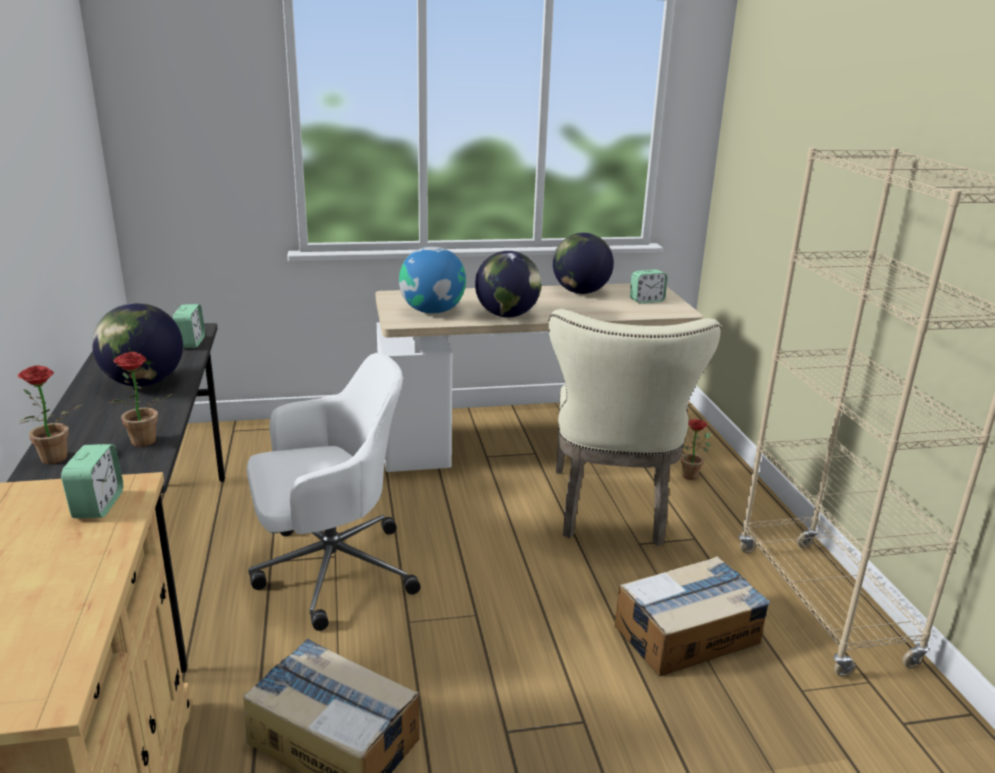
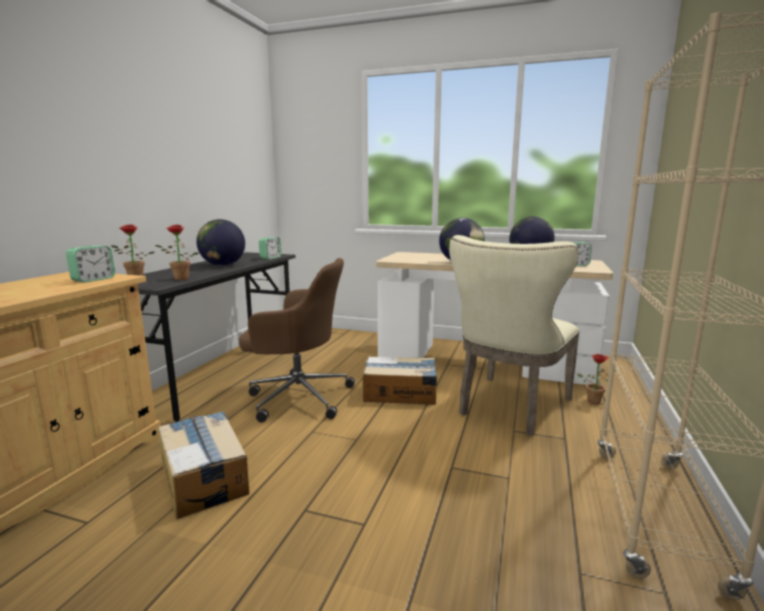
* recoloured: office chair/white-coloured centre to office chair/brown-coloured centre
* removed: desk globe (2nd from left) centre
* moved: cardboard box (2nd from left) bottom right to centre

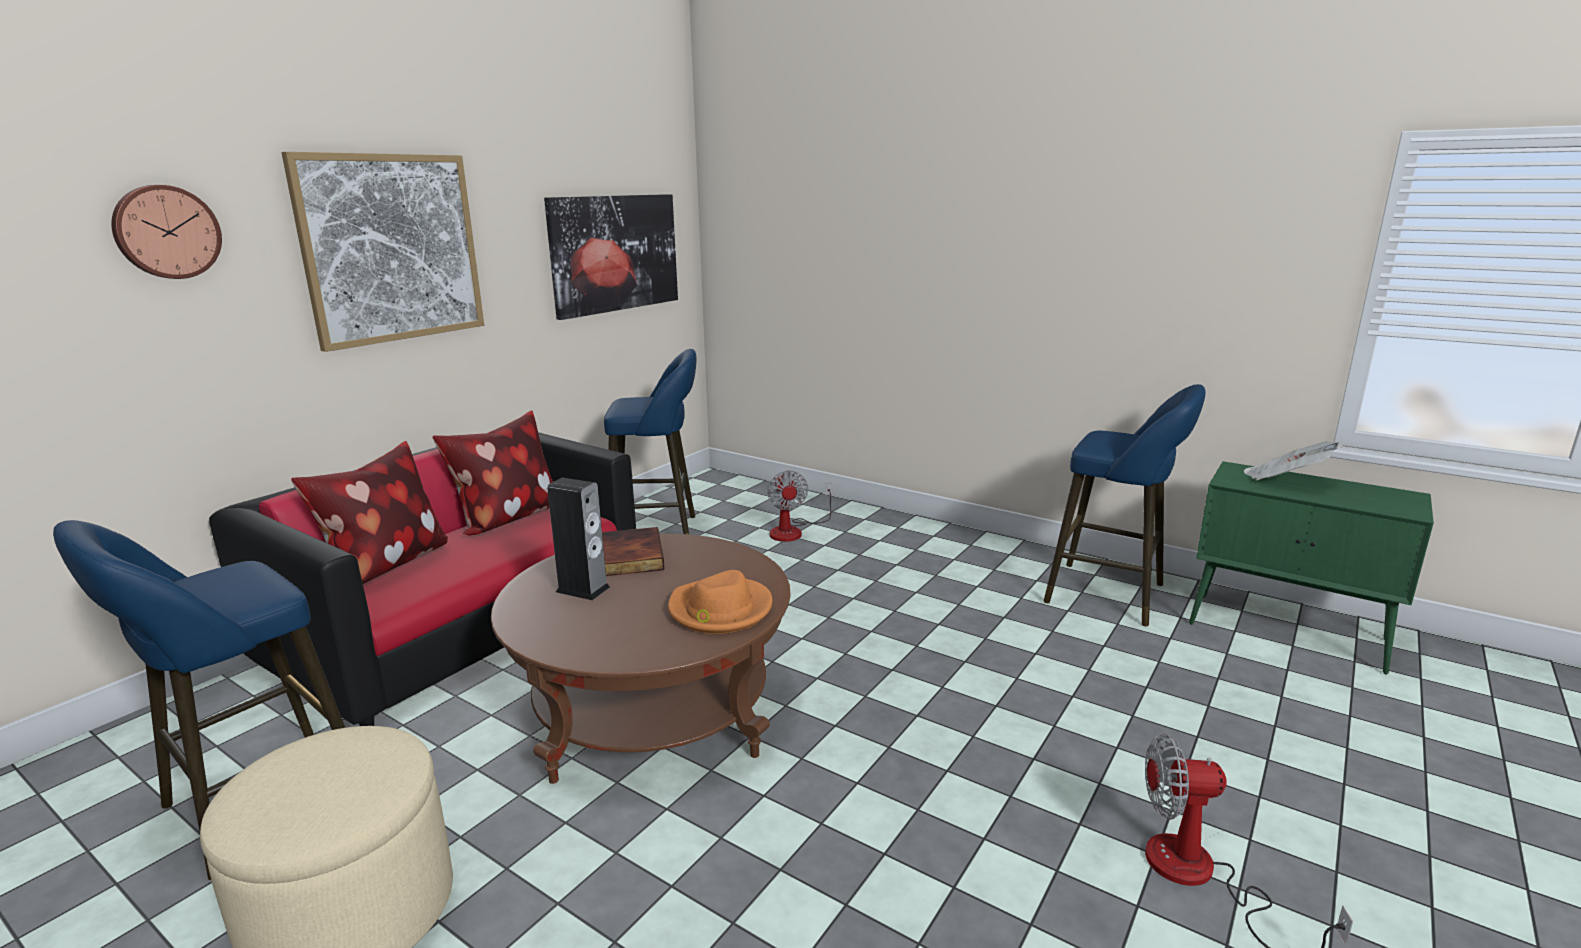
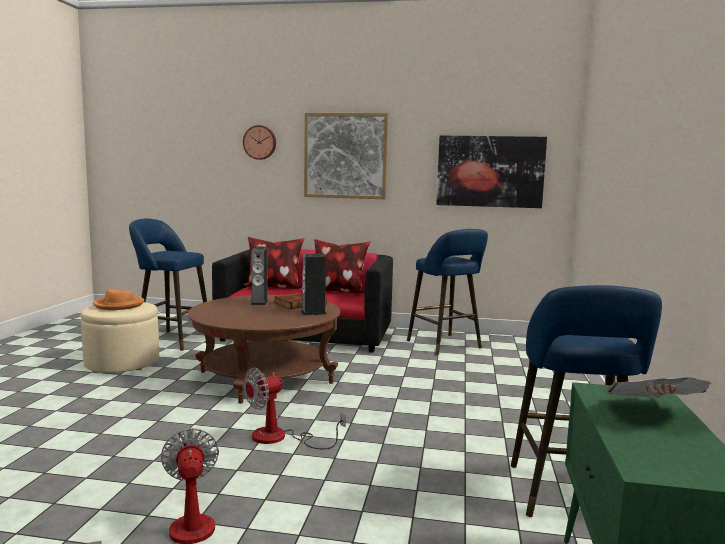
* moved: clothing hat/orange centre to middle left
* moved: cooling fan (1st from left in the first image) centre to cooling fan (2nd from left) bottom centre
* added: speaker (2nd from left) centre

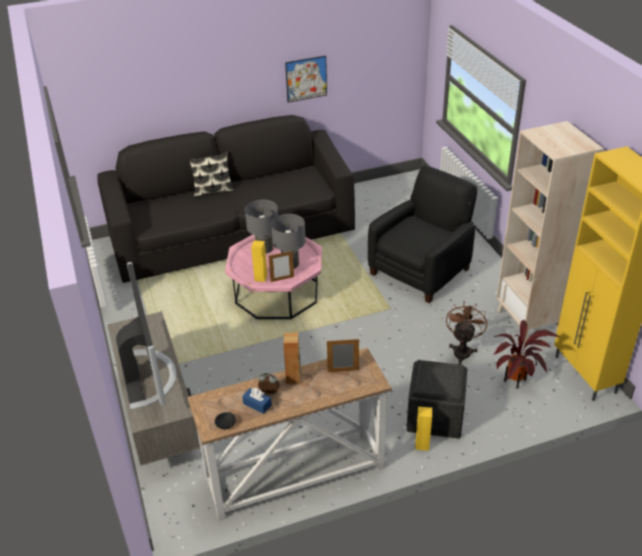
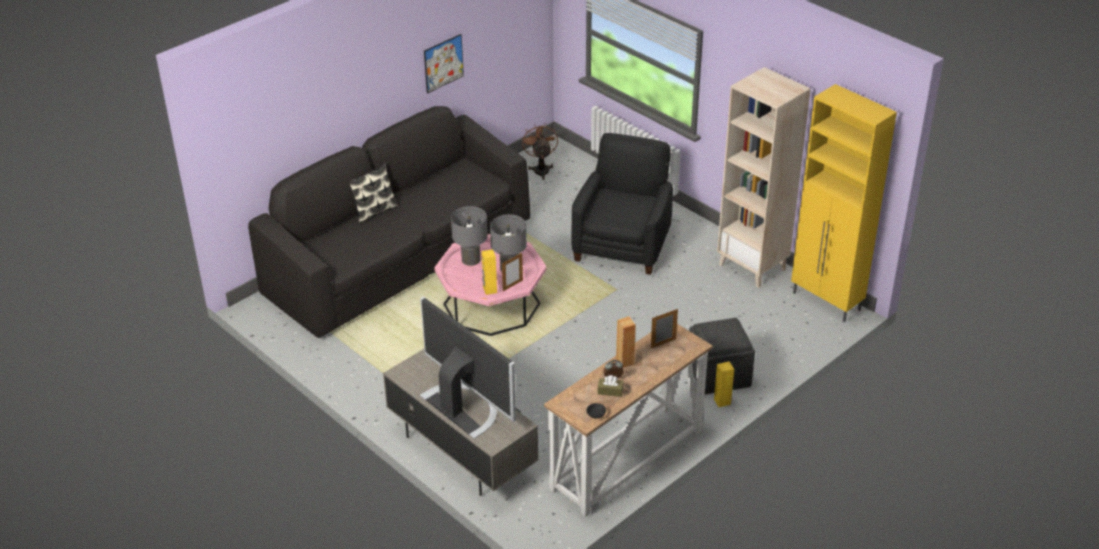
* recoloured: tissue holder/blue-coloured bottom centre to tissue holder/brown-coloured bottom centre
* moved: cooling fan/brown-coloured middle right to top centre
* removed: plant in a pot middle right

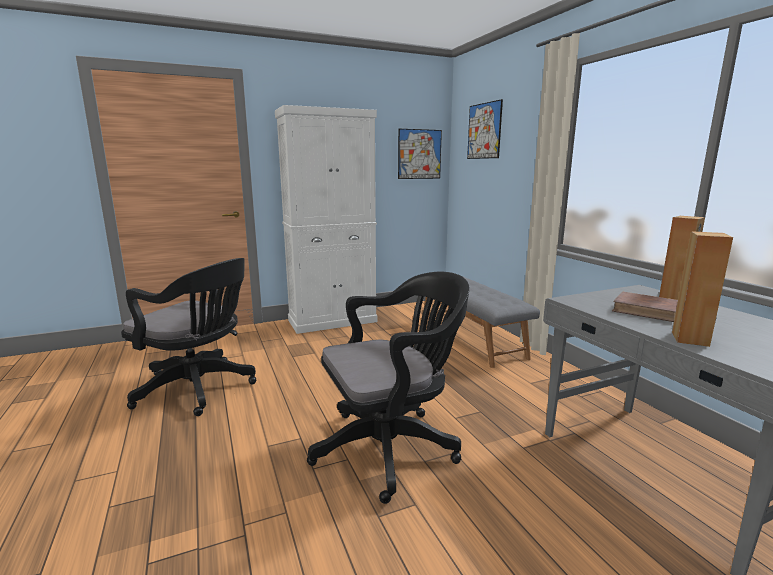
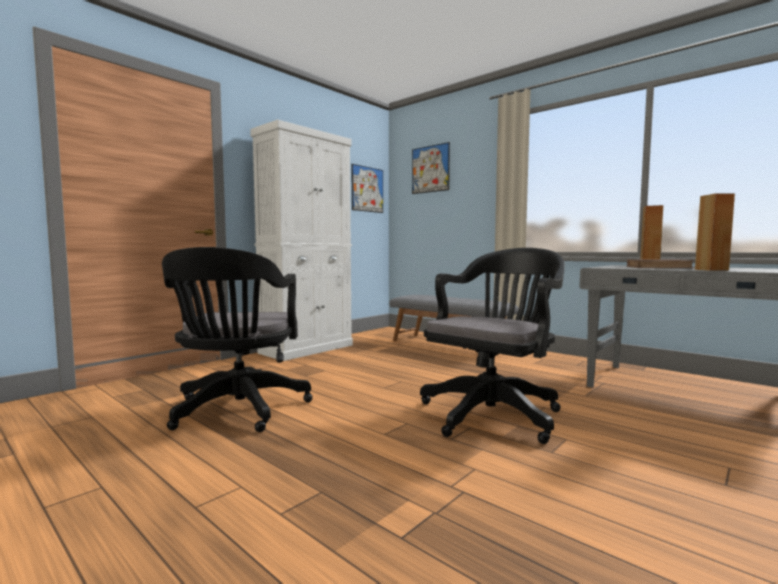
* turned: office chair/black-coloured (1st from left) middle left = middle left 90 degrees clockwise

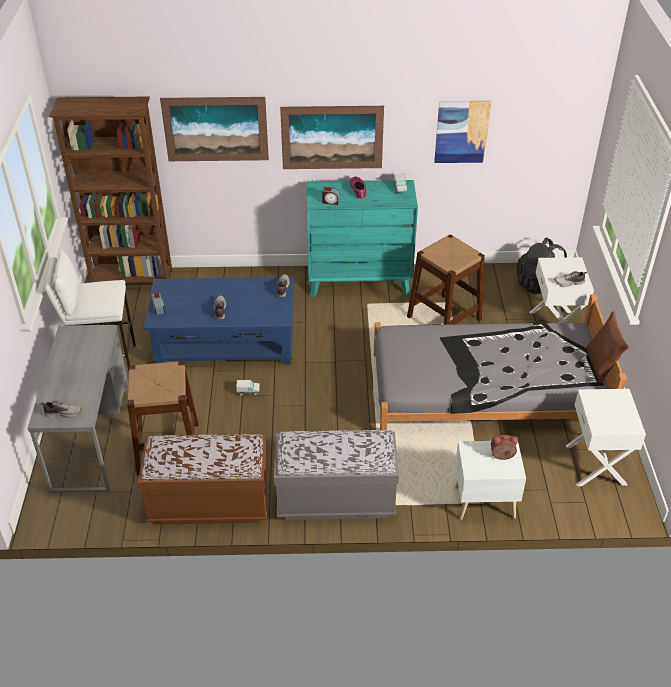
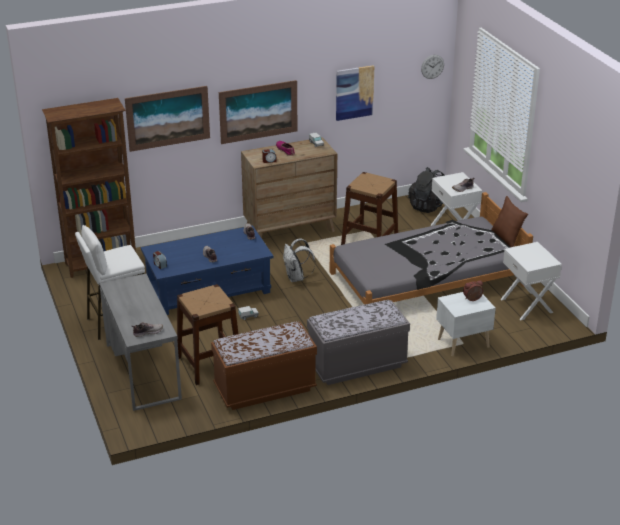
* recoloured: dresser/turquoise-coloured centre to dresser/brown-coloured centre
* added: backpack/white-coloured centre
* added: wall clock top right

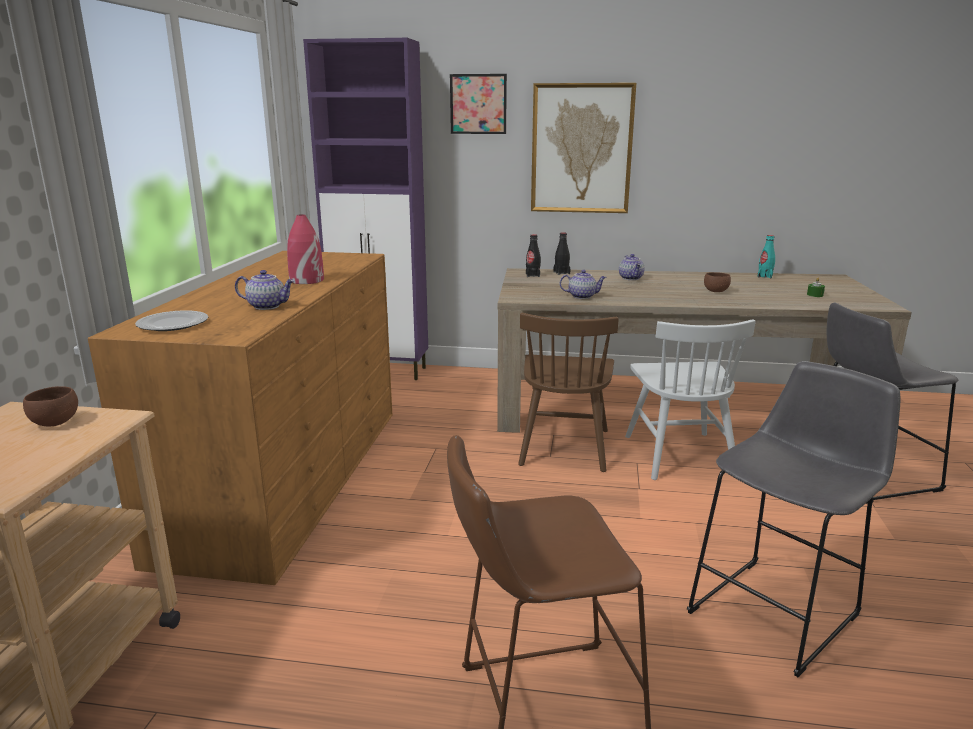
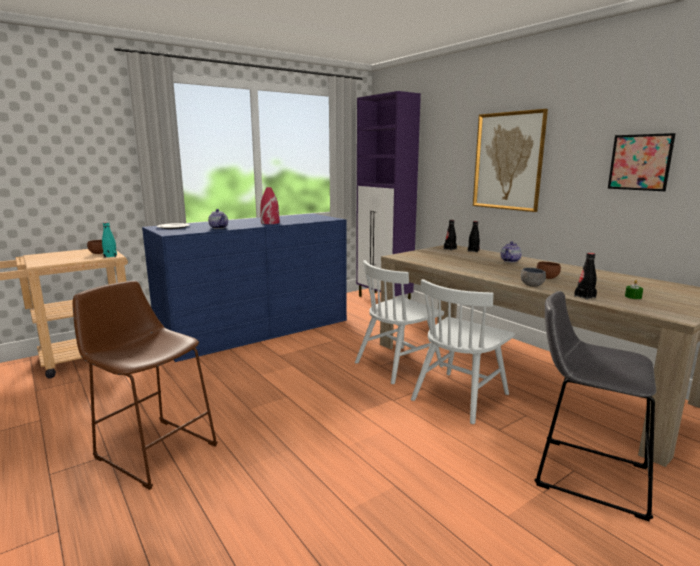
* recoloured: dresser/brown-coloured middle left to dresser/blue-coloured centre
* moved: wall picture (1st from left in the first image) top centre to wall picture (2nd from left) top right
* recoloured: plain chair/brown-coloured centre to plain chair/white-coloured (1st from left) centre
* removed: teapot (2nd from left) centre
* removed: stool/grey (1st from left) bottom right
* moved: beverage bottle/turquoise-coloured middle right to middle left
* added: deep dish/grey middle right
* added: beverage bottle/black-coloured (3rd from left) middle right

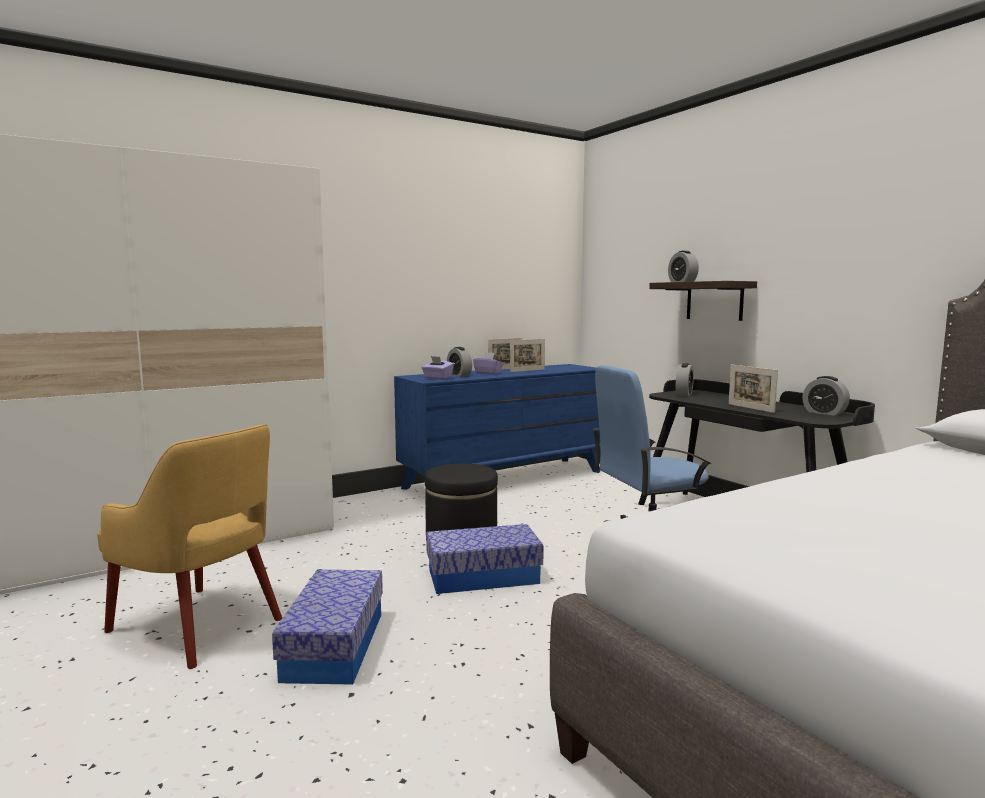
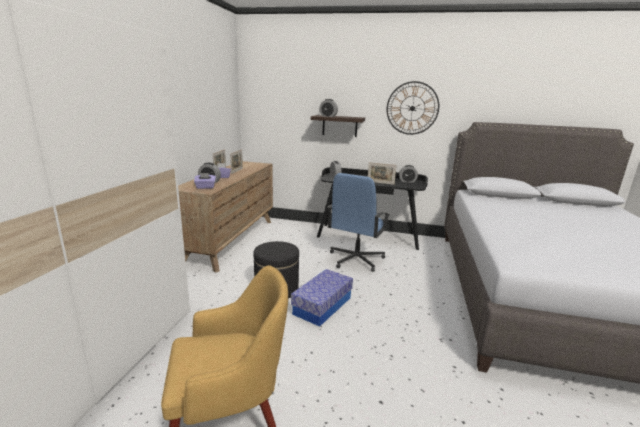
* removed: storage box (1st from left) bottom left
* recoloured: dresser/blue-coloured centre to dresser/brown-coloured centre
* added: wall clock top centre

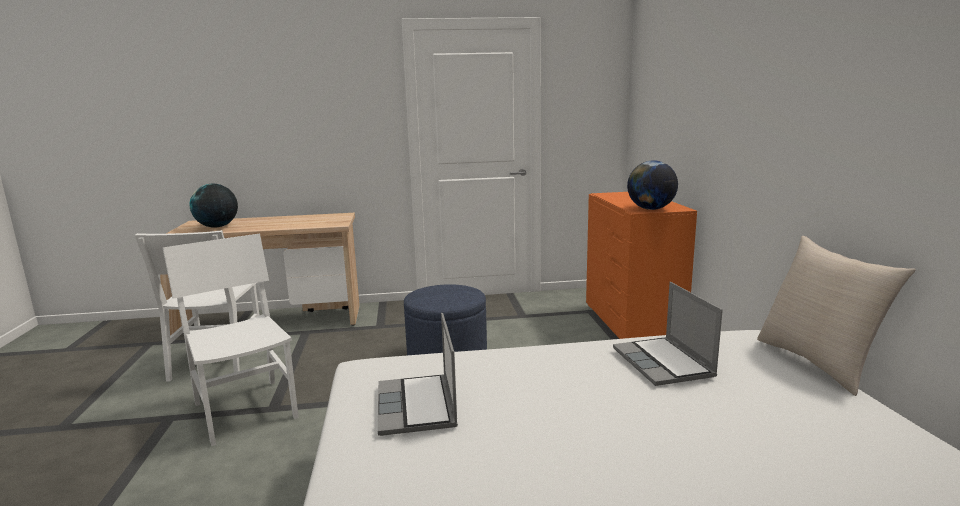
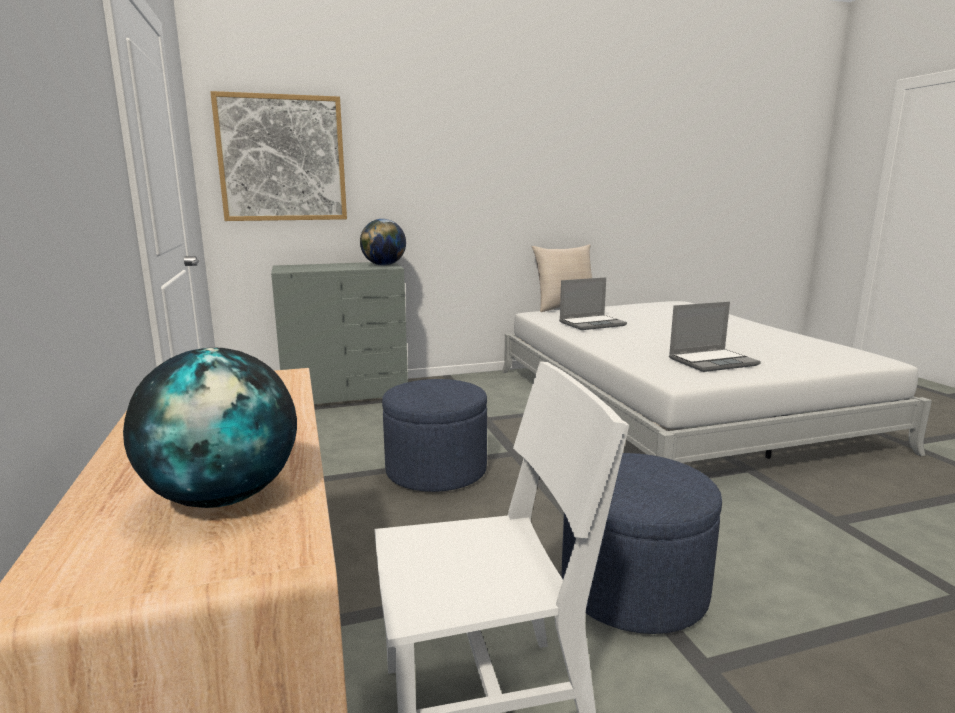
* replaced: plain chair/white-coloured (2nd from left) bottom left to pouffe/blue-coloured (2nd from left) bottom right
* recoloured: dresser/orange middle right to dresser/grey centre
* added: wall picture top left

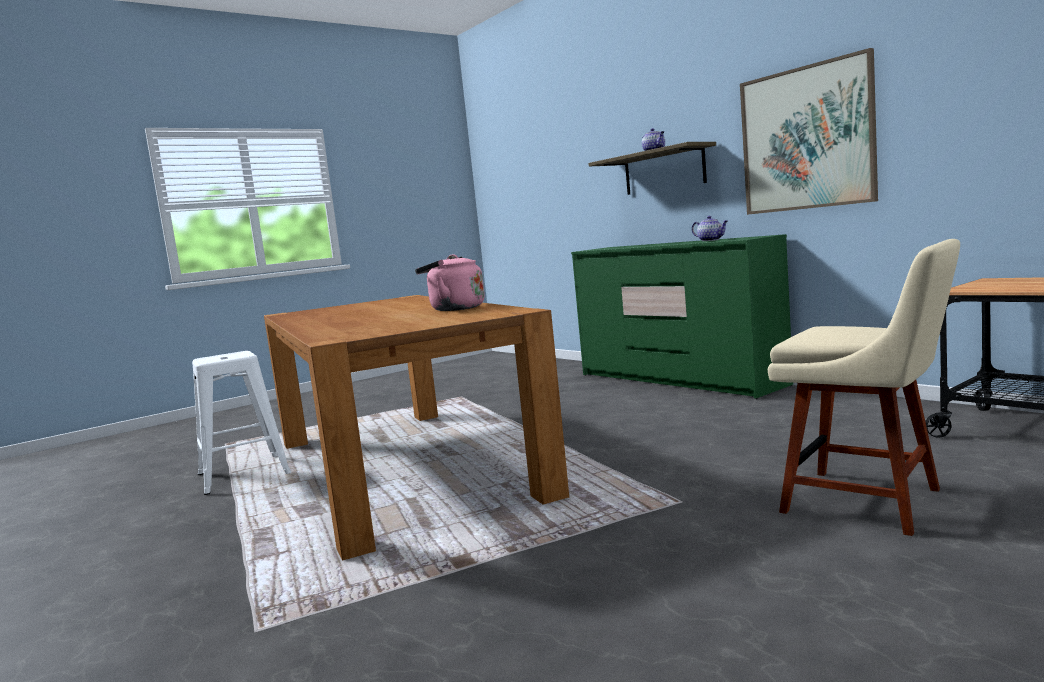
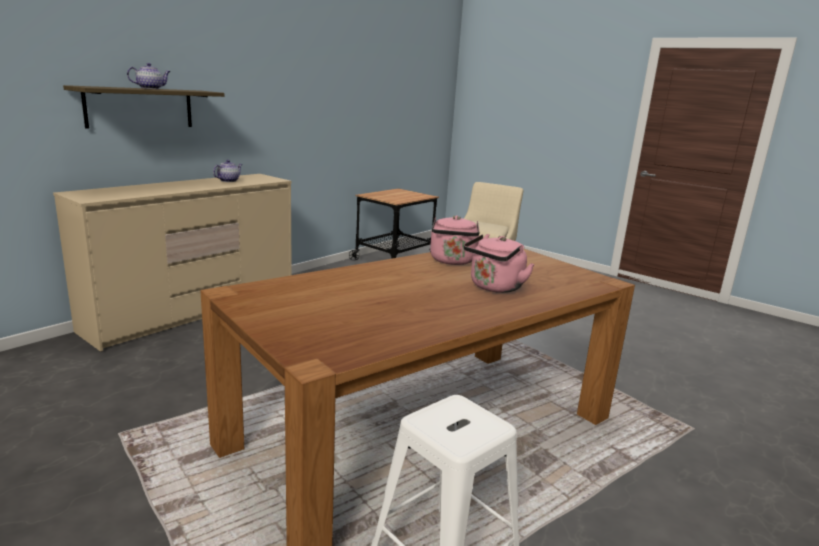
* recoloured: dresser/green centre to dresser/beige middle left
* removed: wall picture top right
* added: tea kettle/pinkish (2nd from left) centre

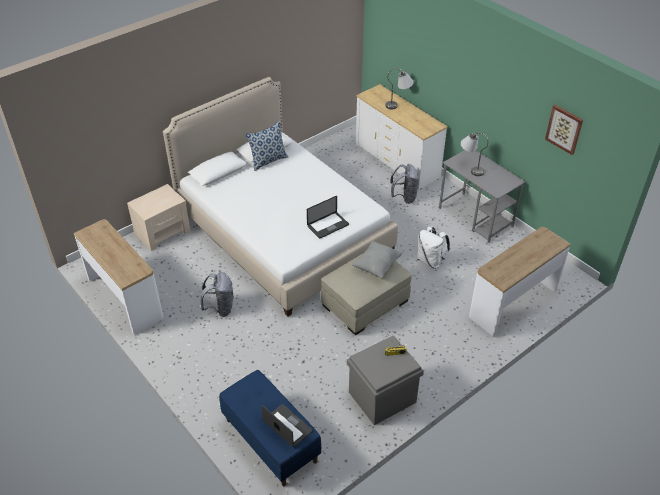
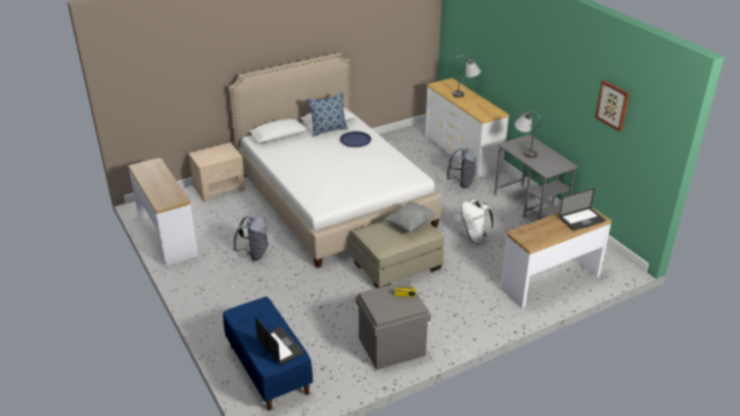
* moved: portable computer (2nd from left) centre to middle right
* added: carrying tray/blue-coloured centre

